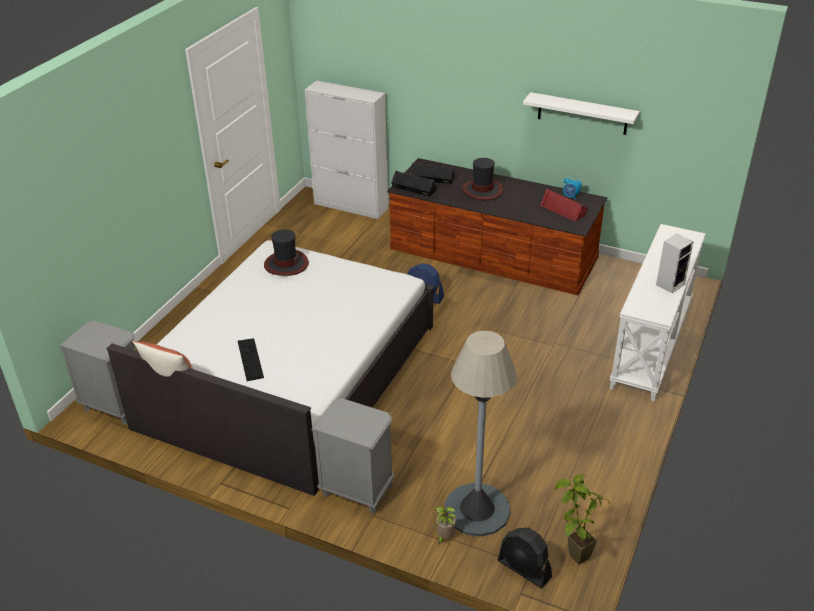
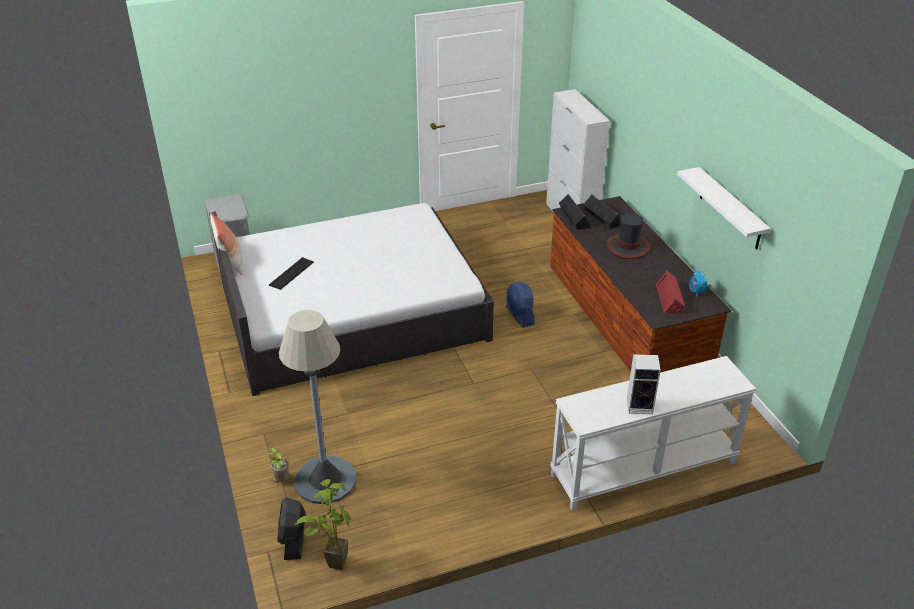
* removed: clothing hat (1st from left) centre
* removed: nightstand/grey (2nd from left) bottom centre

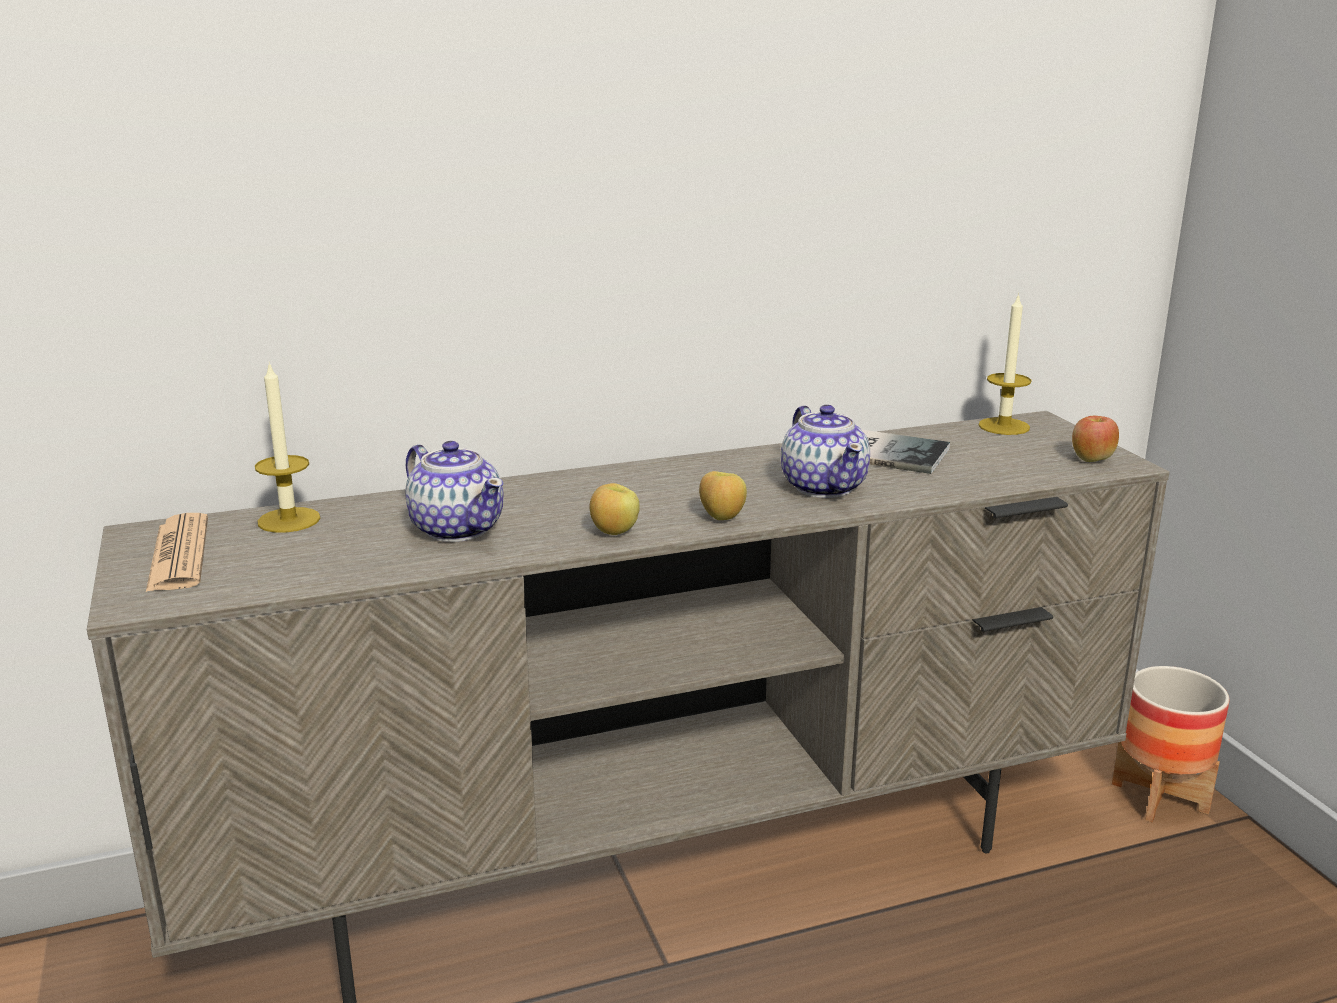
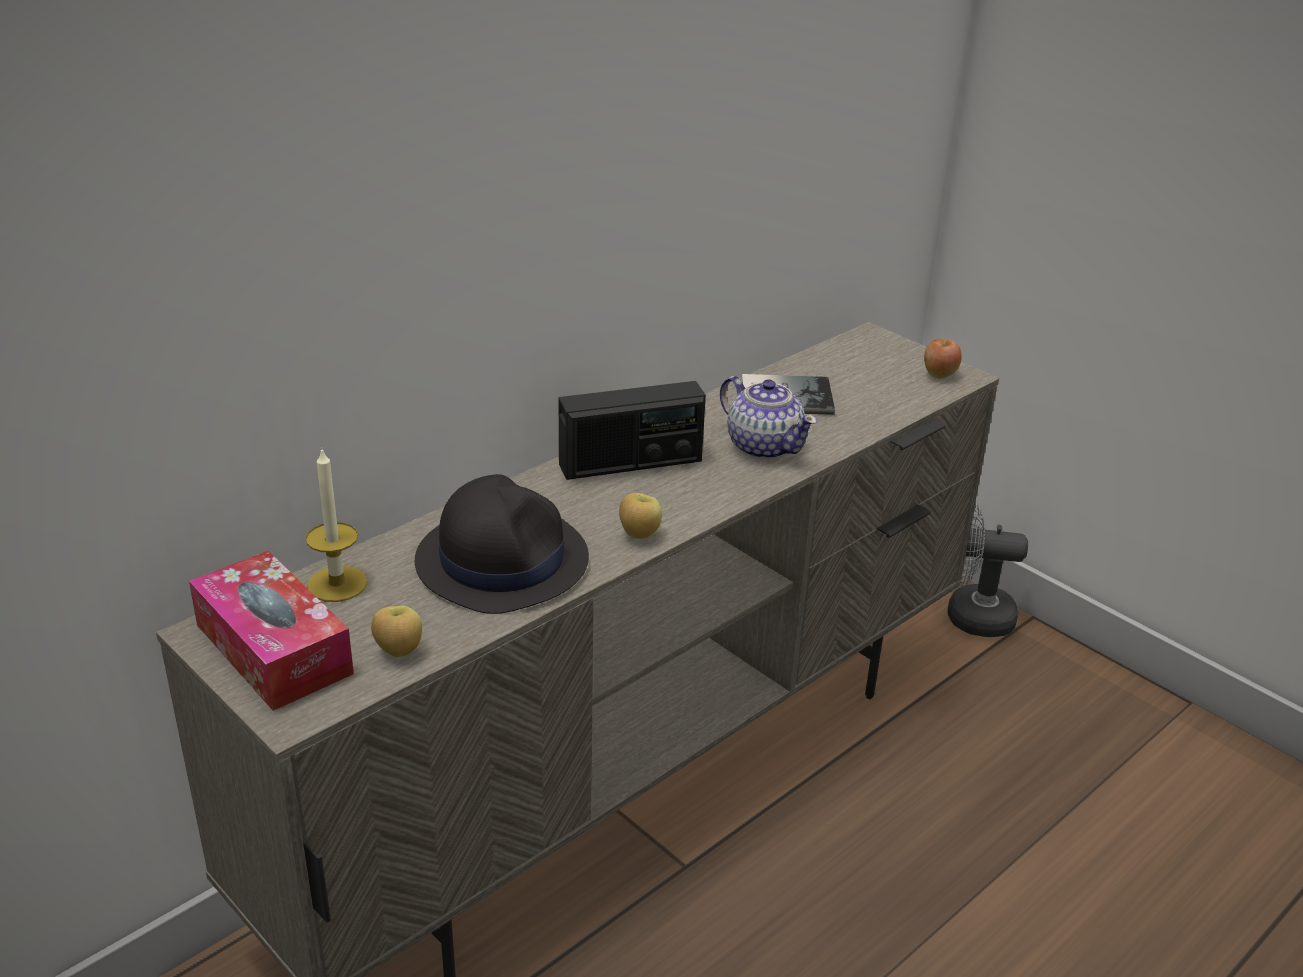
* replaced: daily paper middle left to tissue holder middle left
* replaced: teapot (1st from left) centre to clothing hat/black-coloured centre
* moved: apple fruit (2nd from left in the first image) centre to apple fruit (1st from left) middle left
* removed: wax light (2nd from left) middle right
* replaced: planter bottom right to cooling fan/grey middle right
* added: radio set centre

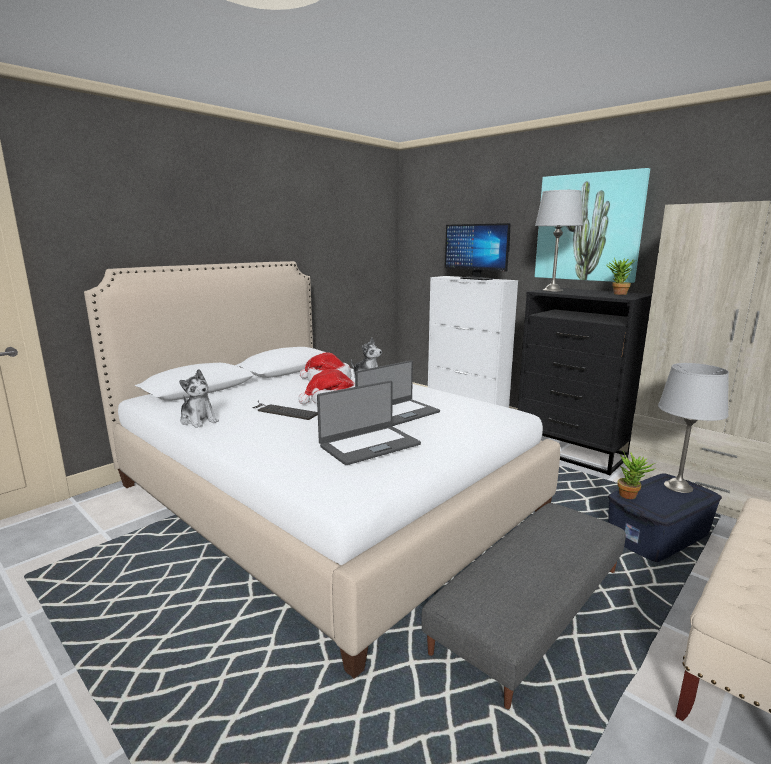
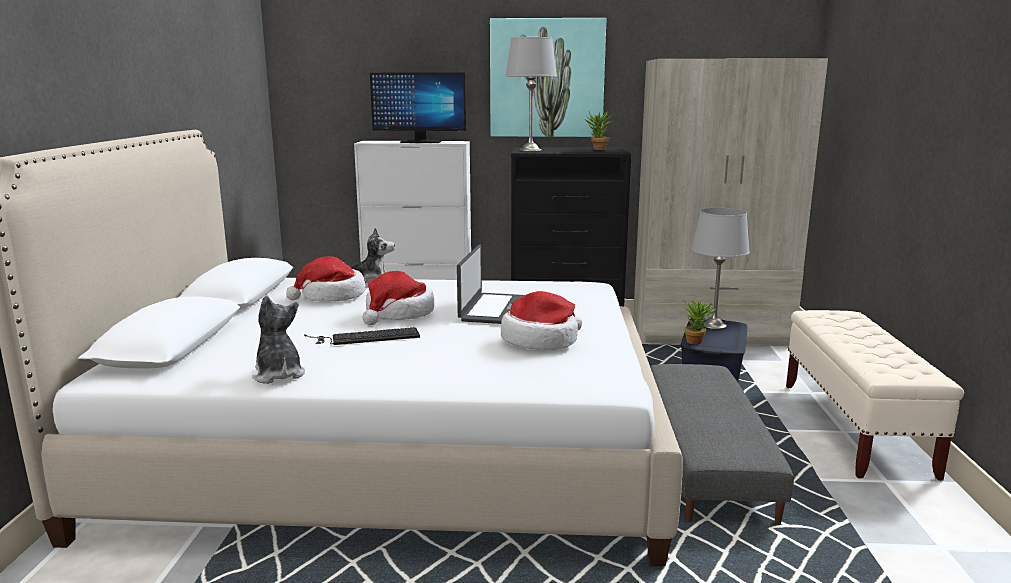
* turned: cuddly toy (1st from left) middle left = middle left 120 degrees counterclockwise
* replaced: portable computer (1st from left) centre to clothing hat (3rd from left) centre

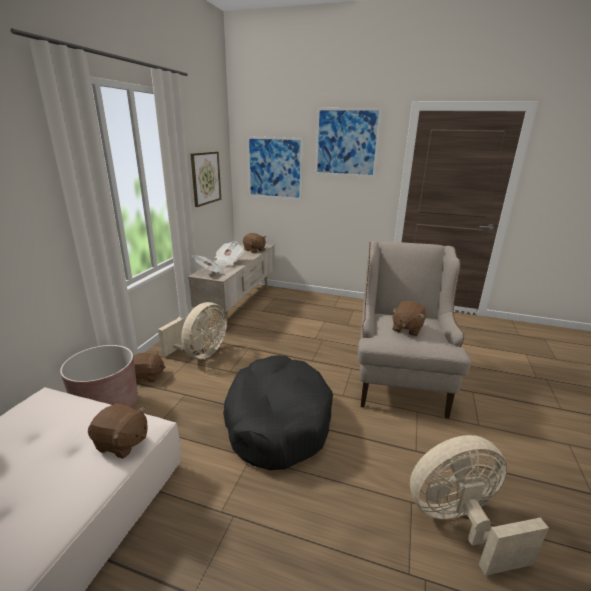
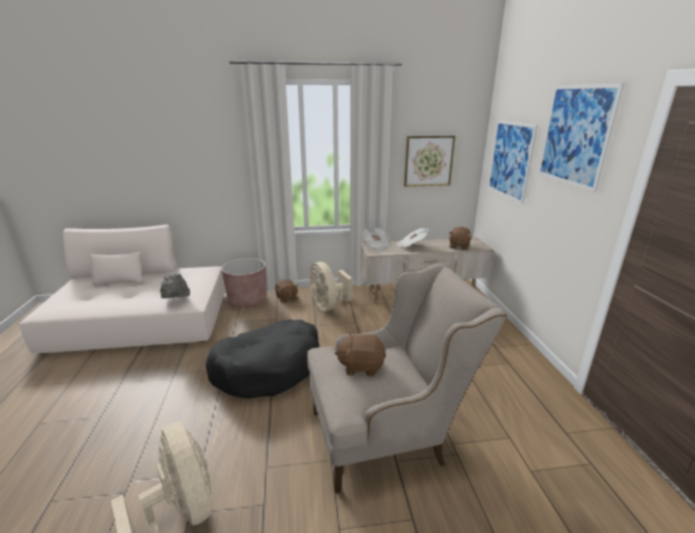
* replaced: cuddly toy/brown-coloured (1st from left) bottom left to clothing hat/grey middle left
* turned: cooling fan/beige (1st from left in the first image) middle left = centre 60 degrees clockwise

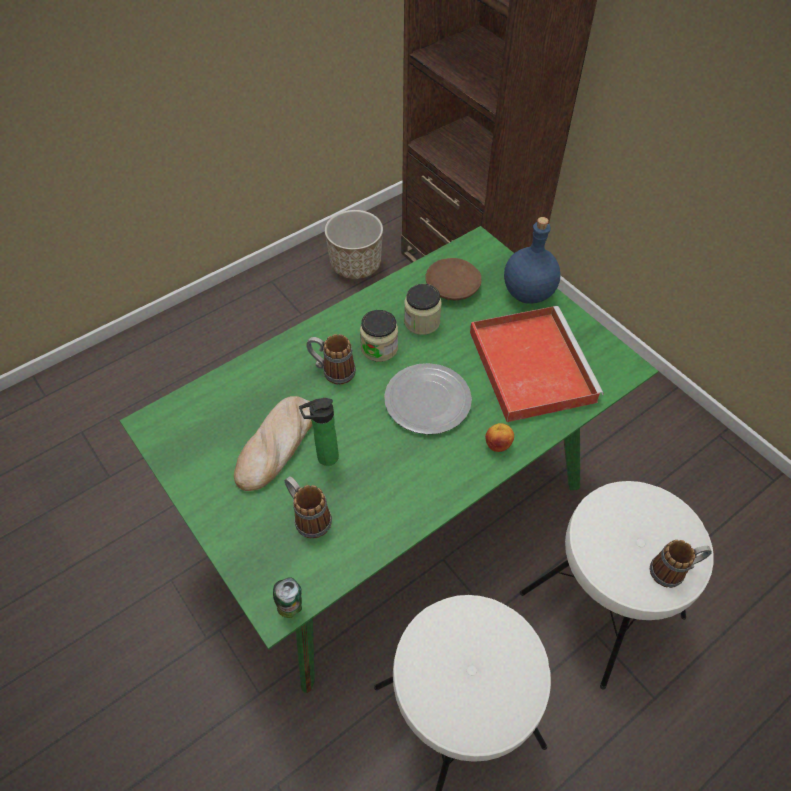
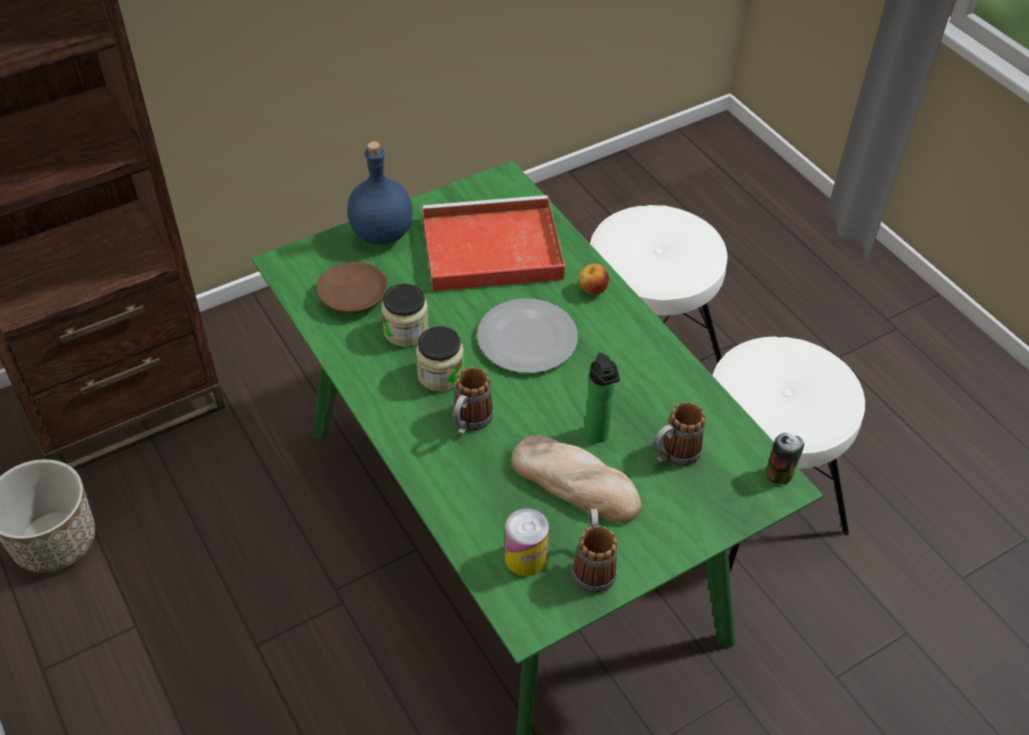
* moved: tea mug (3rd from left in the first image) bottom right to tea mug (2nd from left) bottom centre
* added: metal can (1st from left) bottom centre

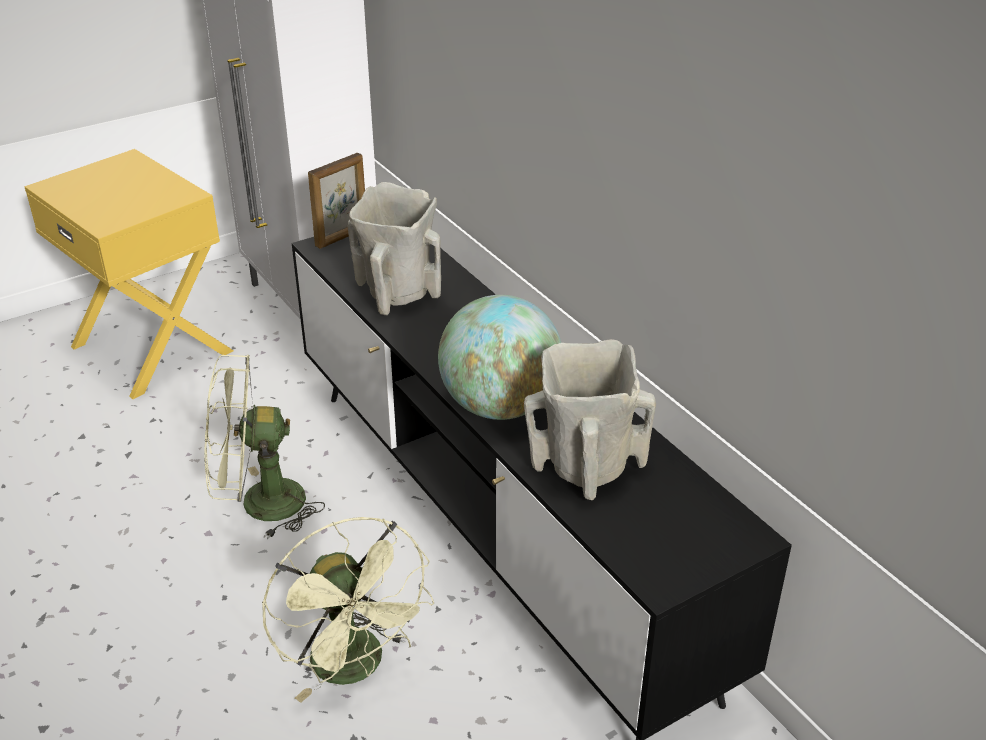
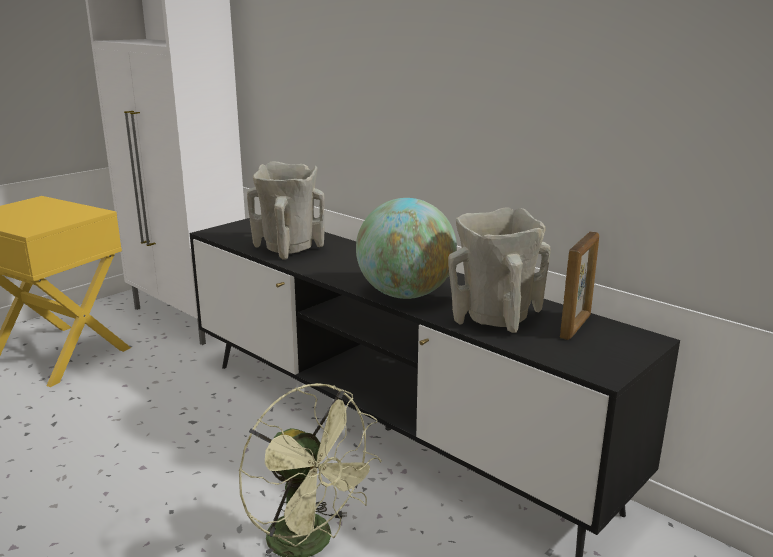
* removed: cooling fan/green (1st from left) middle left
* moved: picture frame top centre to middle right

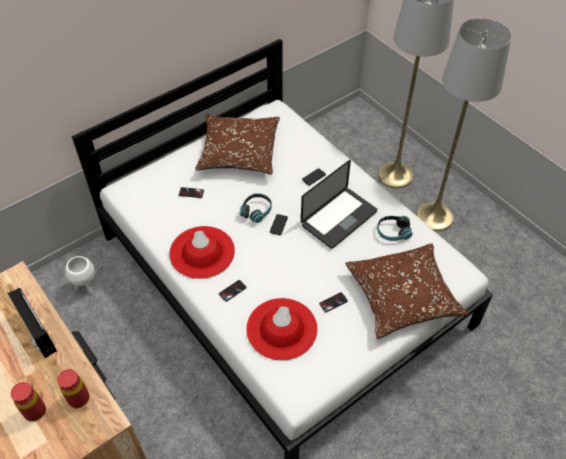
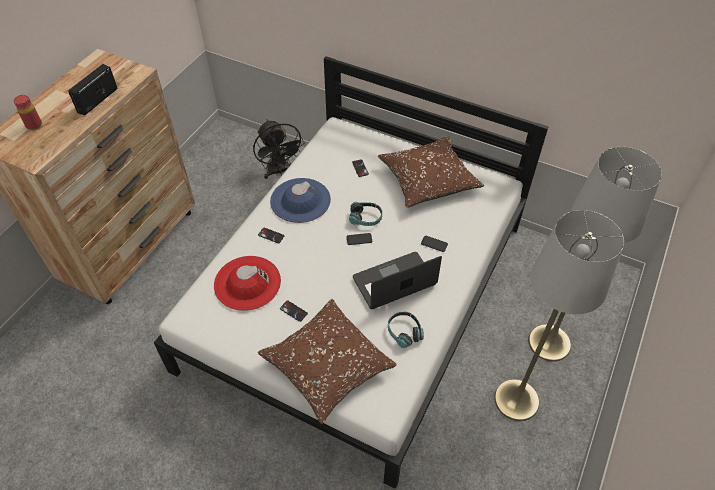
* removed: beverage bottle/red (2nd from left) bottom left
* replaced: planter/white-coloured middle left to cooling fan/black-coloured top centre
* recoloured: clothing hat/red (1st from left) centre to clothing hat/blue-coloured centre
* turned: portable computer centre = centre 135 degrees clockwise

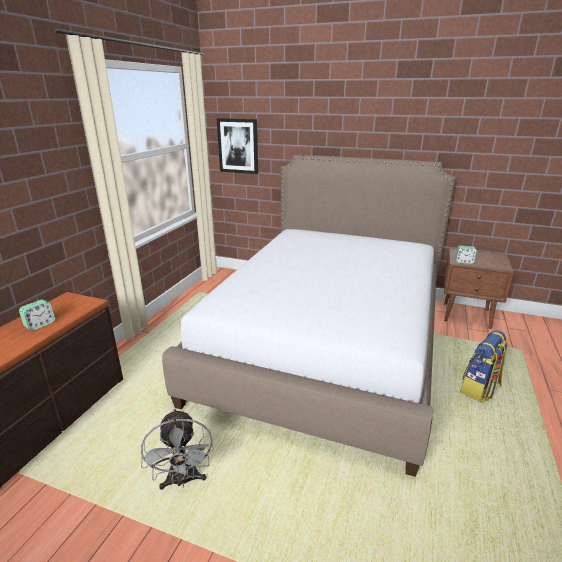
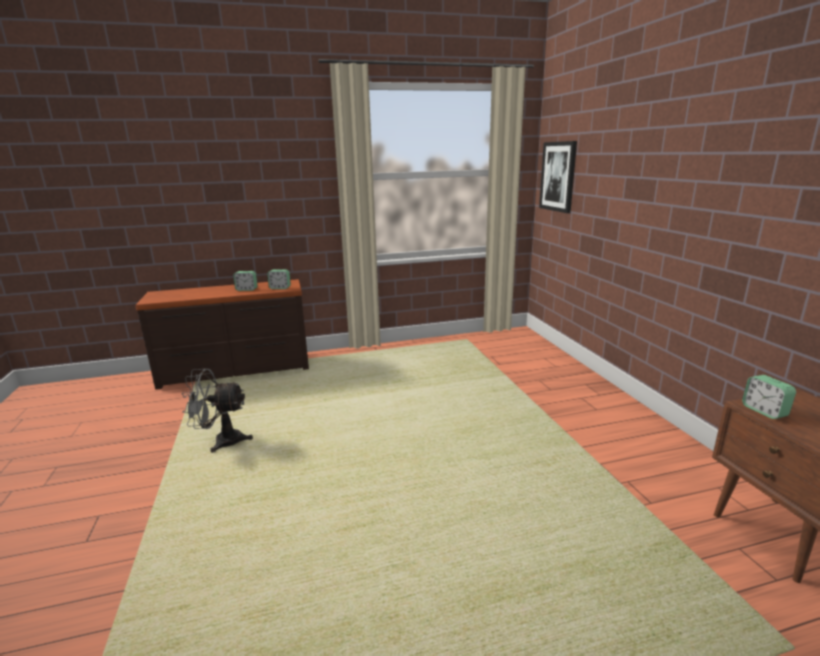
* turned: cooling fan/grey bottom left = middle left 45 degrees clockwise
* removed: sleeping bed centre
* removed: backpack middle right
* added: alarm clock (2nd from left) centre

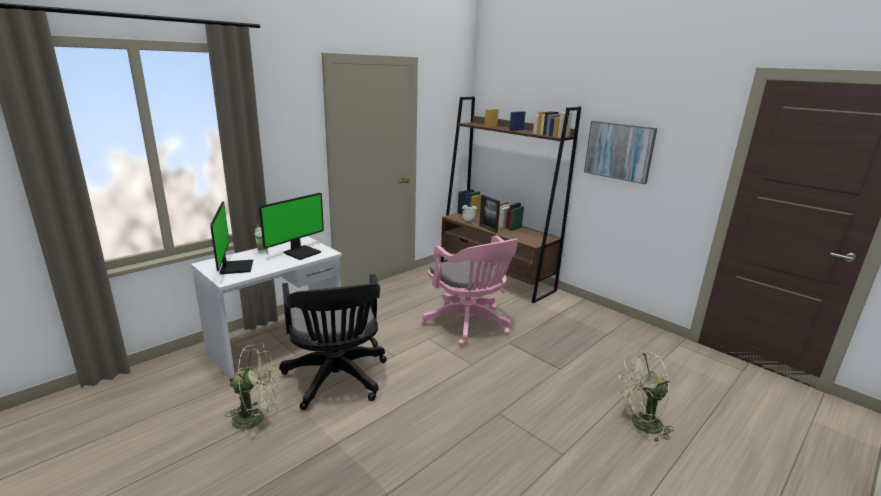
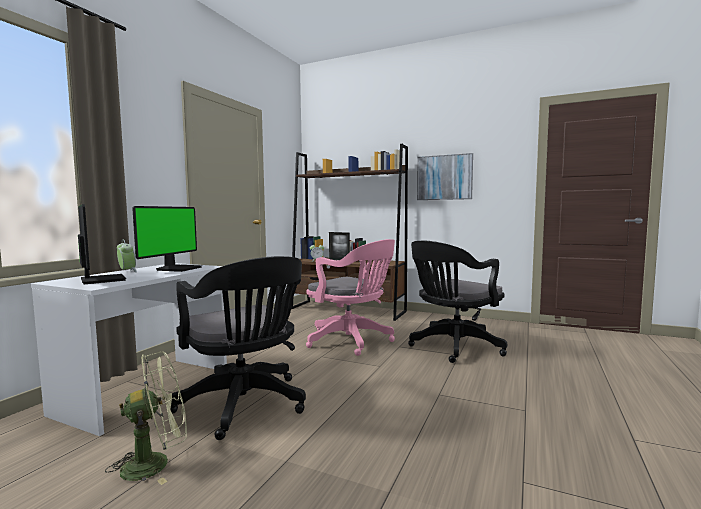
* removed: cooling fan/green (2nd from left) bottom right
* added: office chair/black-coloured (2nd from left) centre

